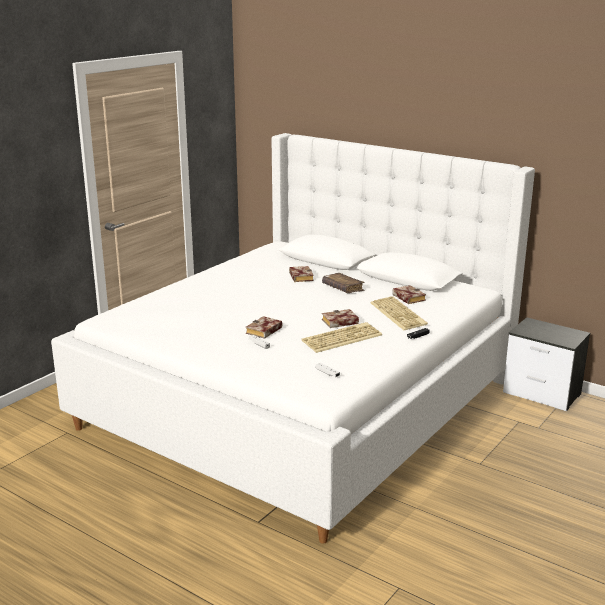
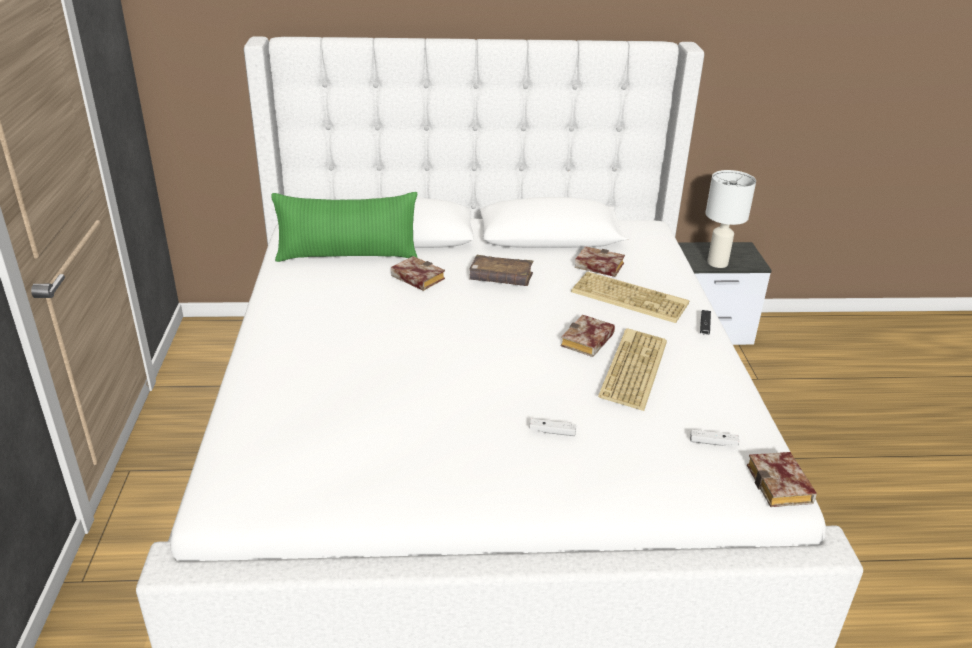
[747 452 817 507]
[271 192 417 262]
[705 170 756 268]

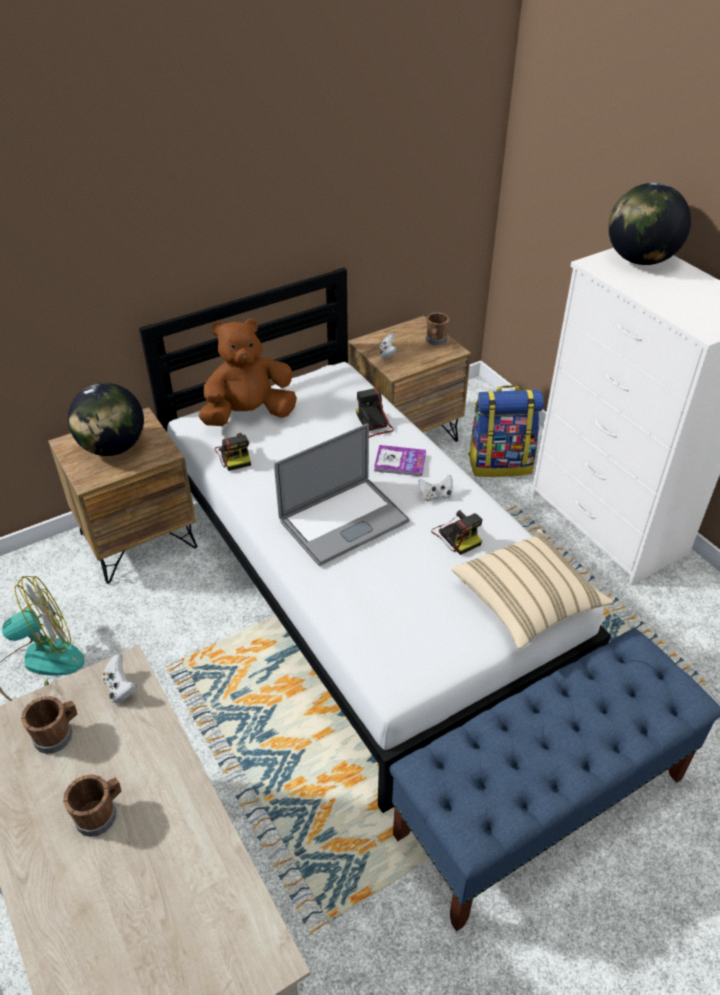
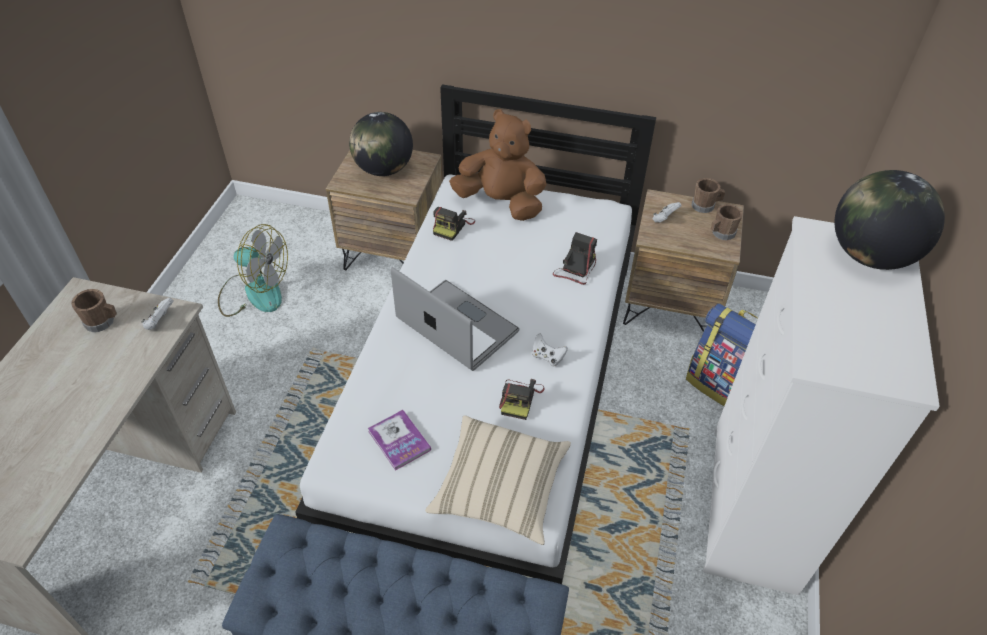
[692 178 725 213]
[391 267 519 371]
[368 410 431 471]

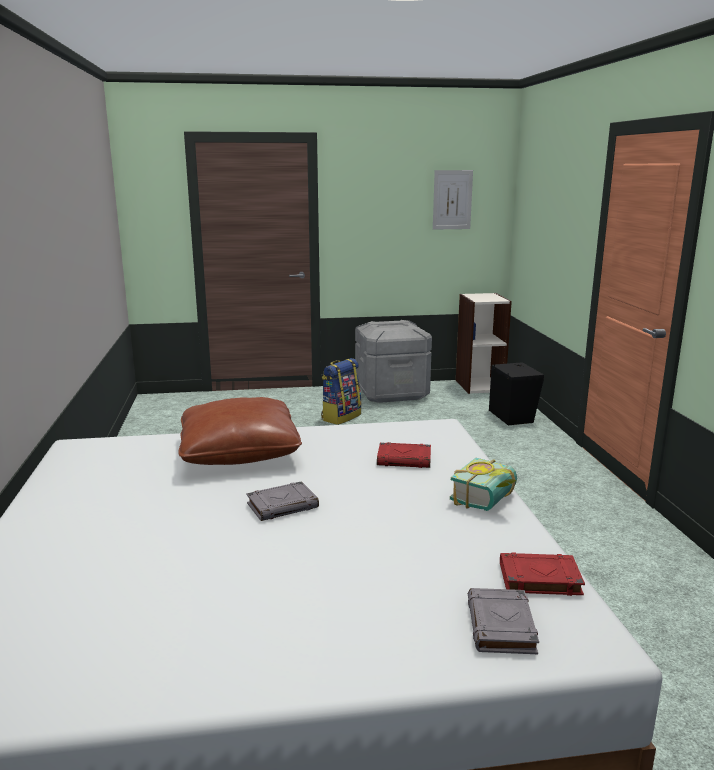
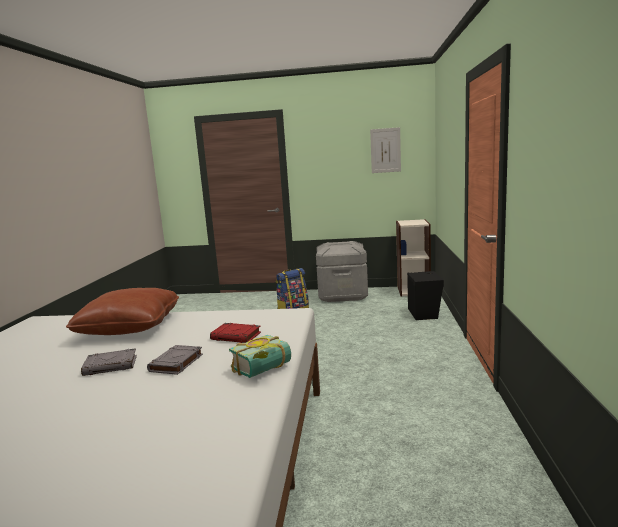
[147 345 203 375]
[500 552 585 596] (first image)

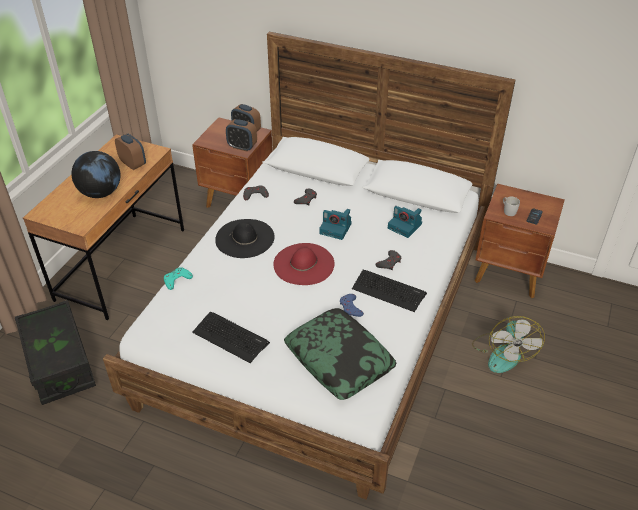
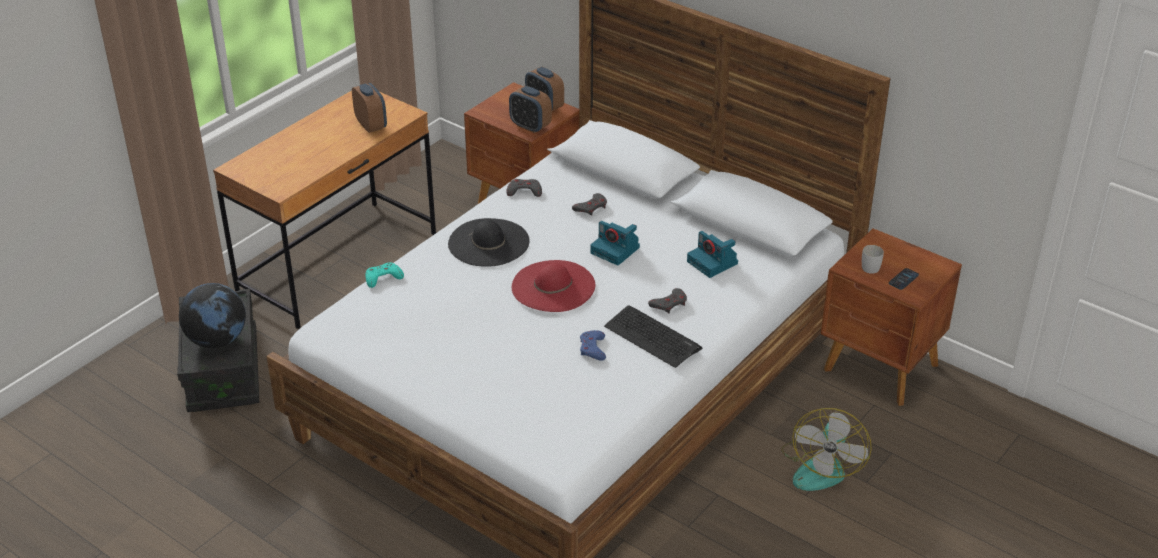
[179 283 246 348]
[192 312 270 363] (first image)
[284 308 397 400] (first image)

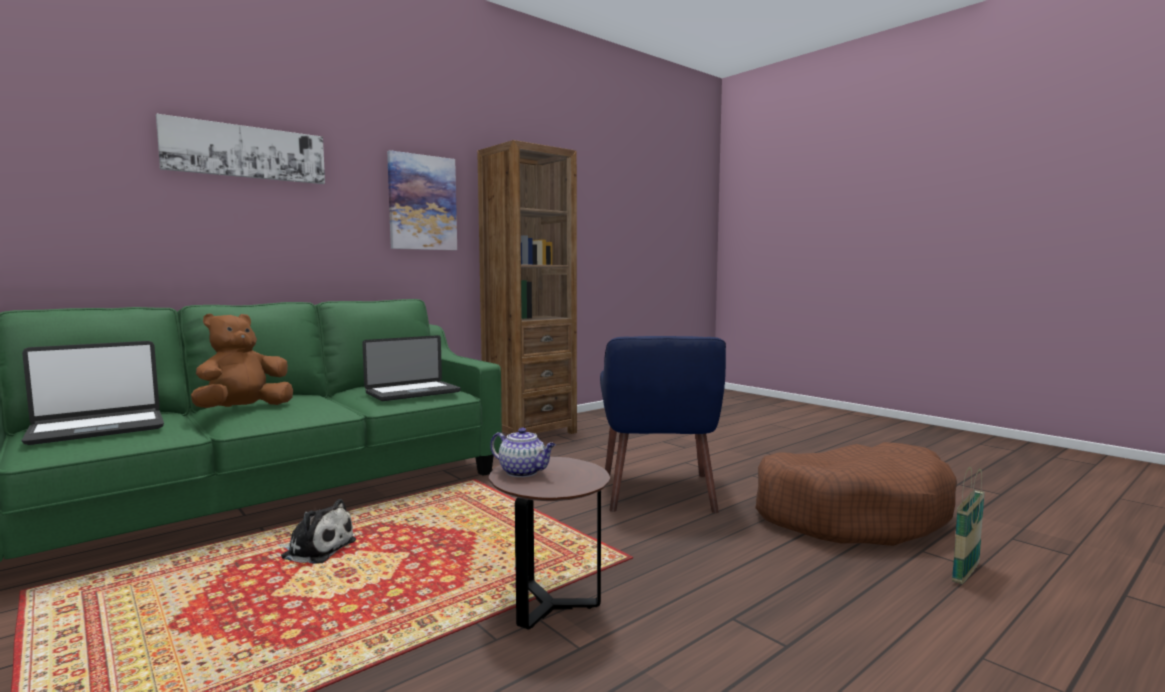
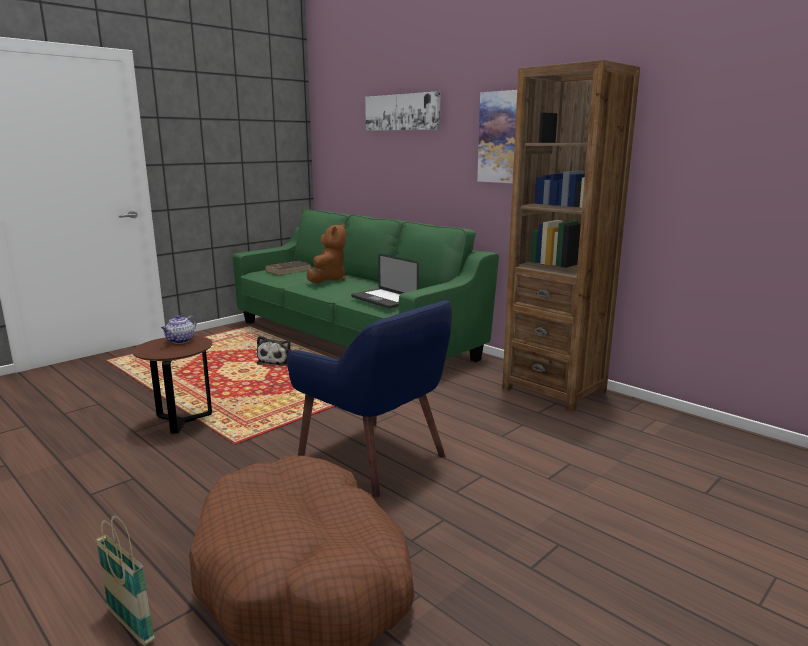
[265 261 311 275]
[307 223 346 283]
[287 300 452 497]

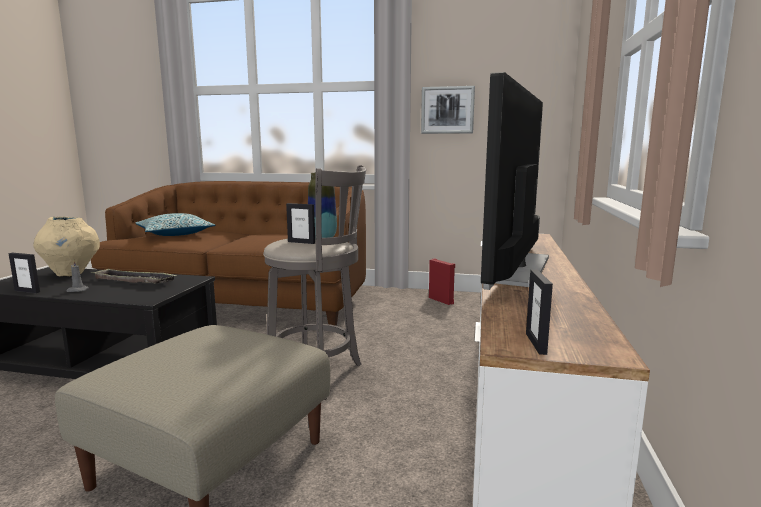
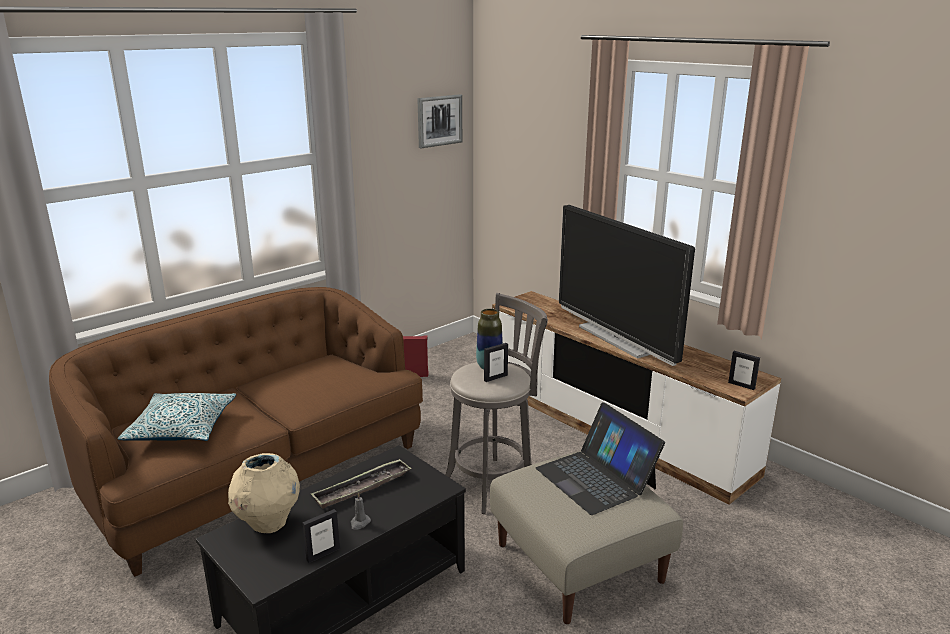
[417 94 462 148]
[536 402 665 515]

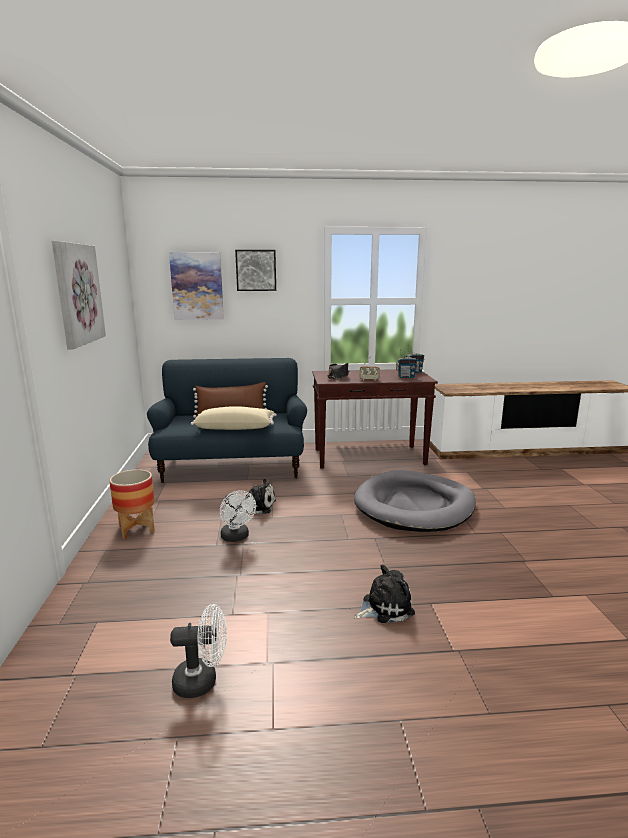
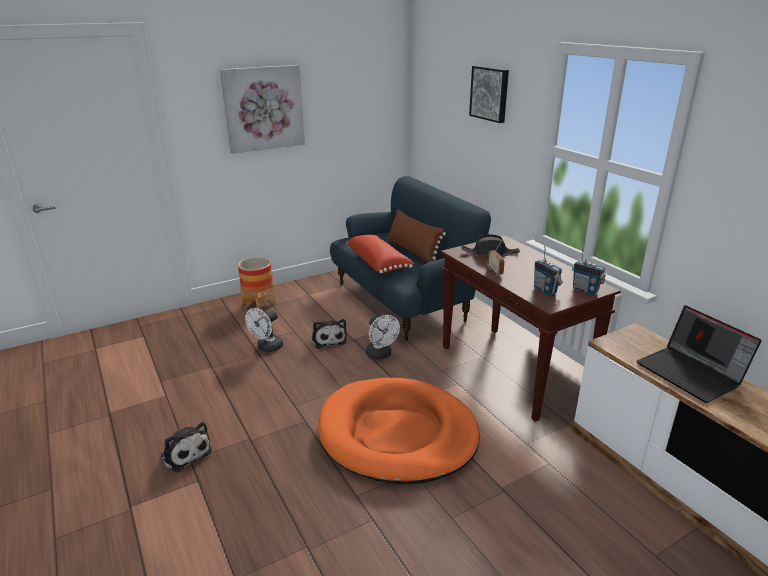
[169 252 224 320] (first image)
[366 315 400 360]
[346 235 414 273]
[318 378 480 484]
[636 305 762 403]

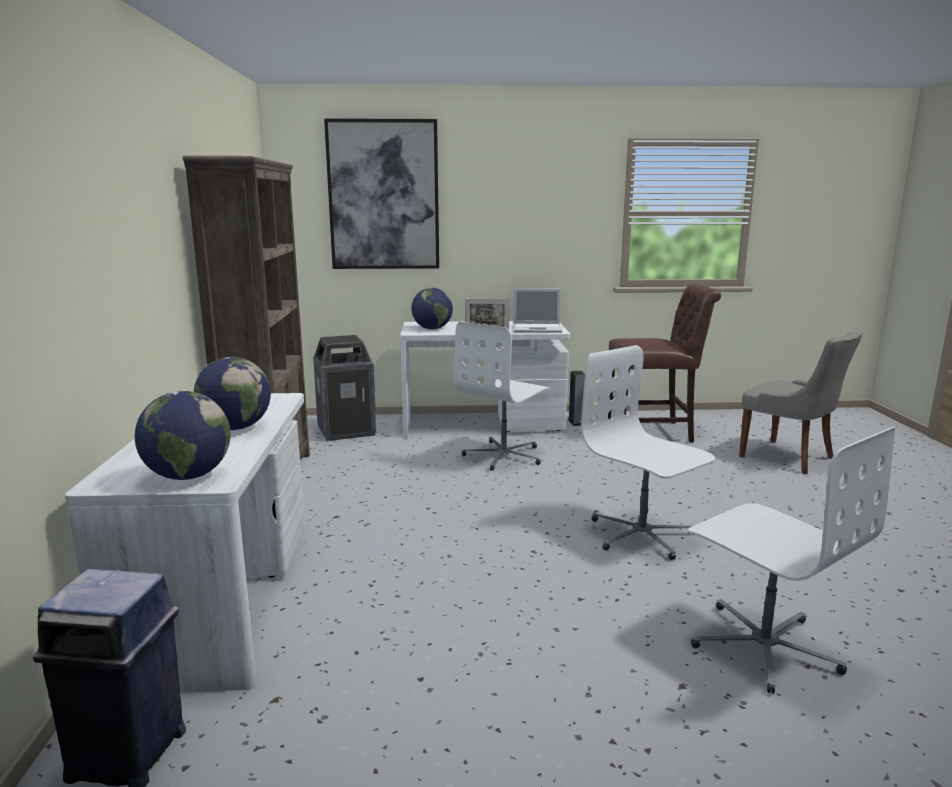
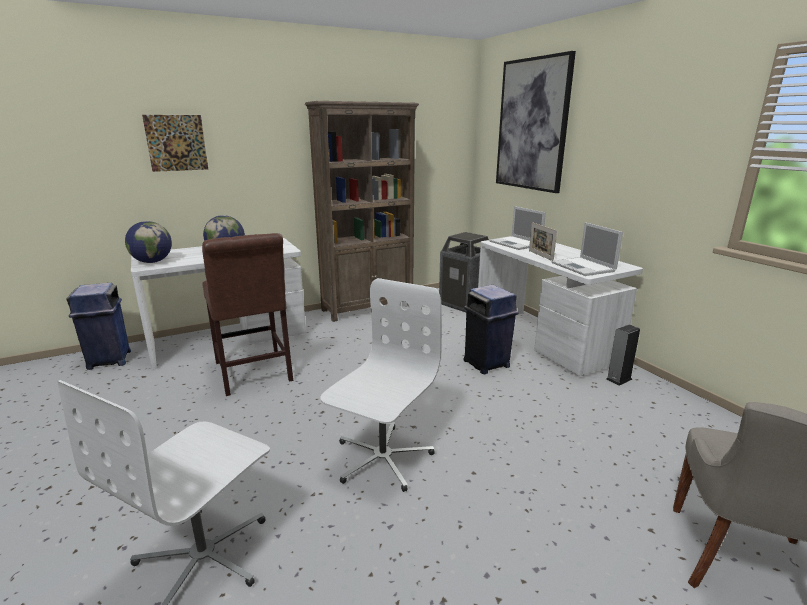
[489 206 546 250]
[463 285 519 374]
[202 233 293 396]
[142 115 208 172]

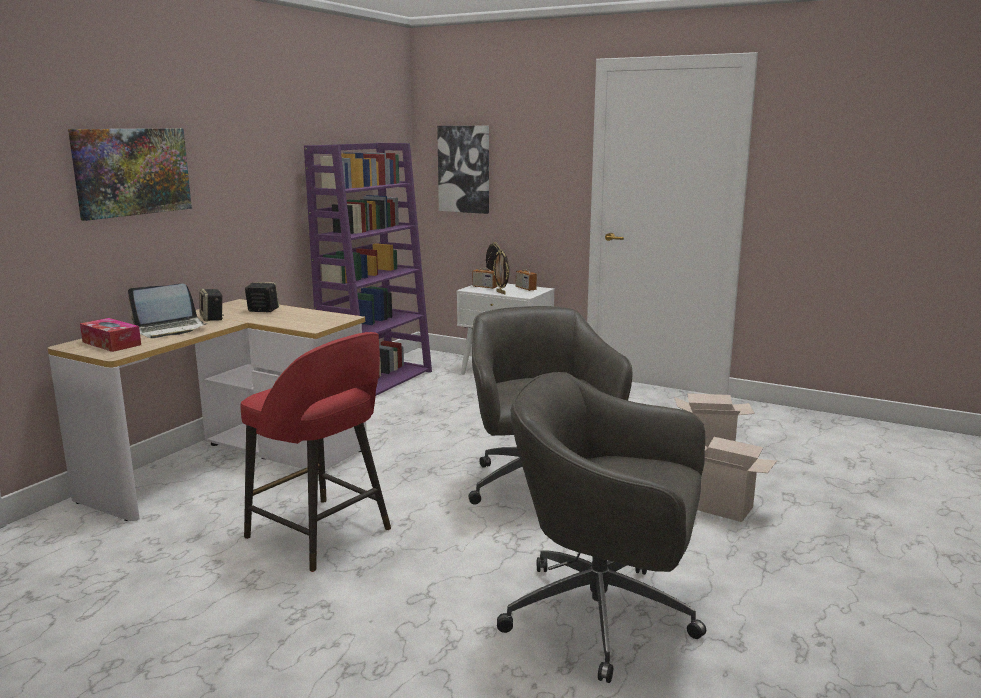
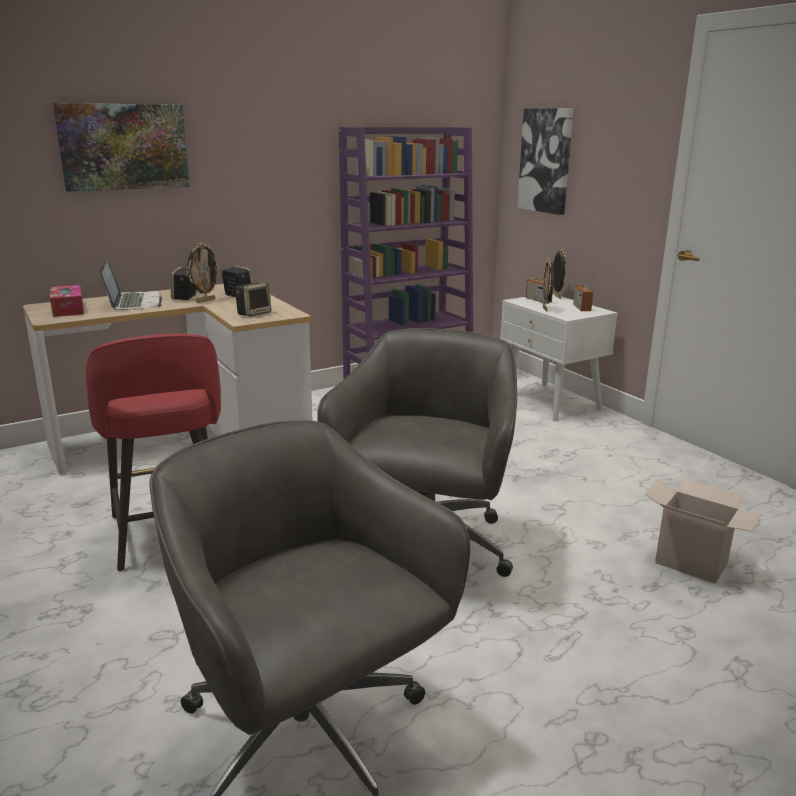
[100 262 162 310]
[697 437 777 522] (first image)
[186 242 220 303]
[235 283 271 317]

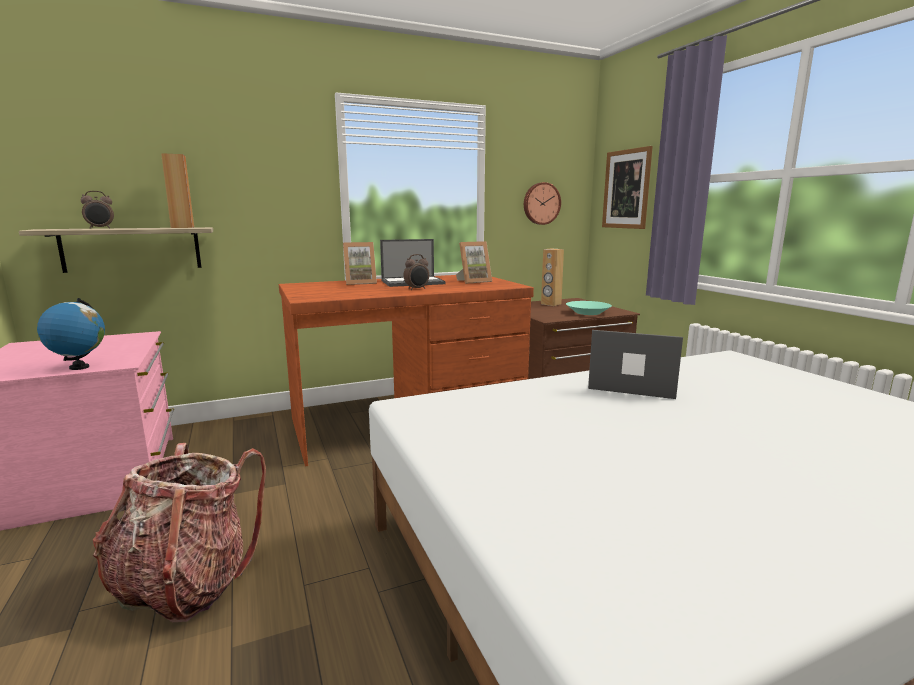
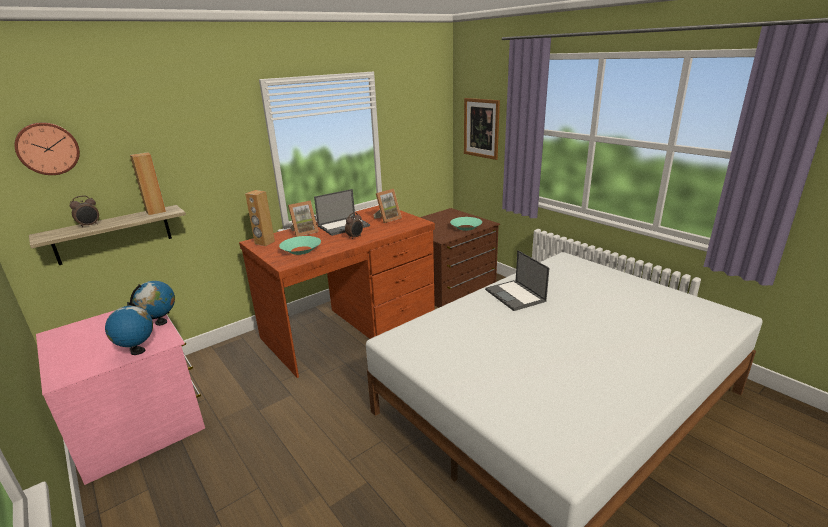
[93 443 266 622] (first image)
[14 122 80 175]
[245 190 275 246]
[485 250 549 311]
[130 281 175 326]
[279 236 321 255]

